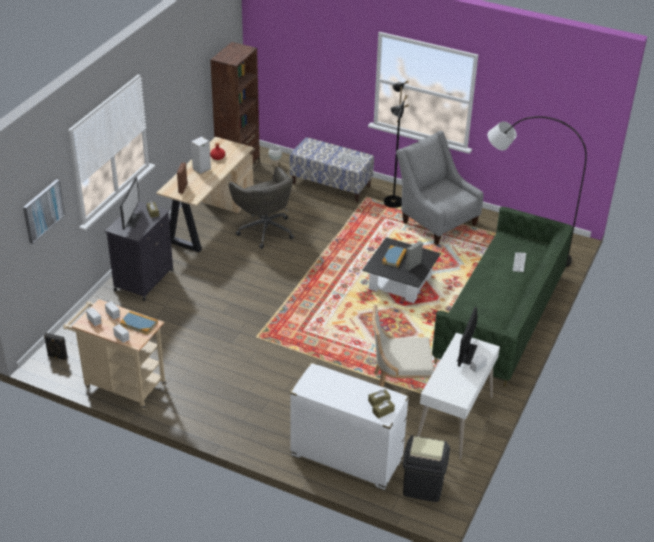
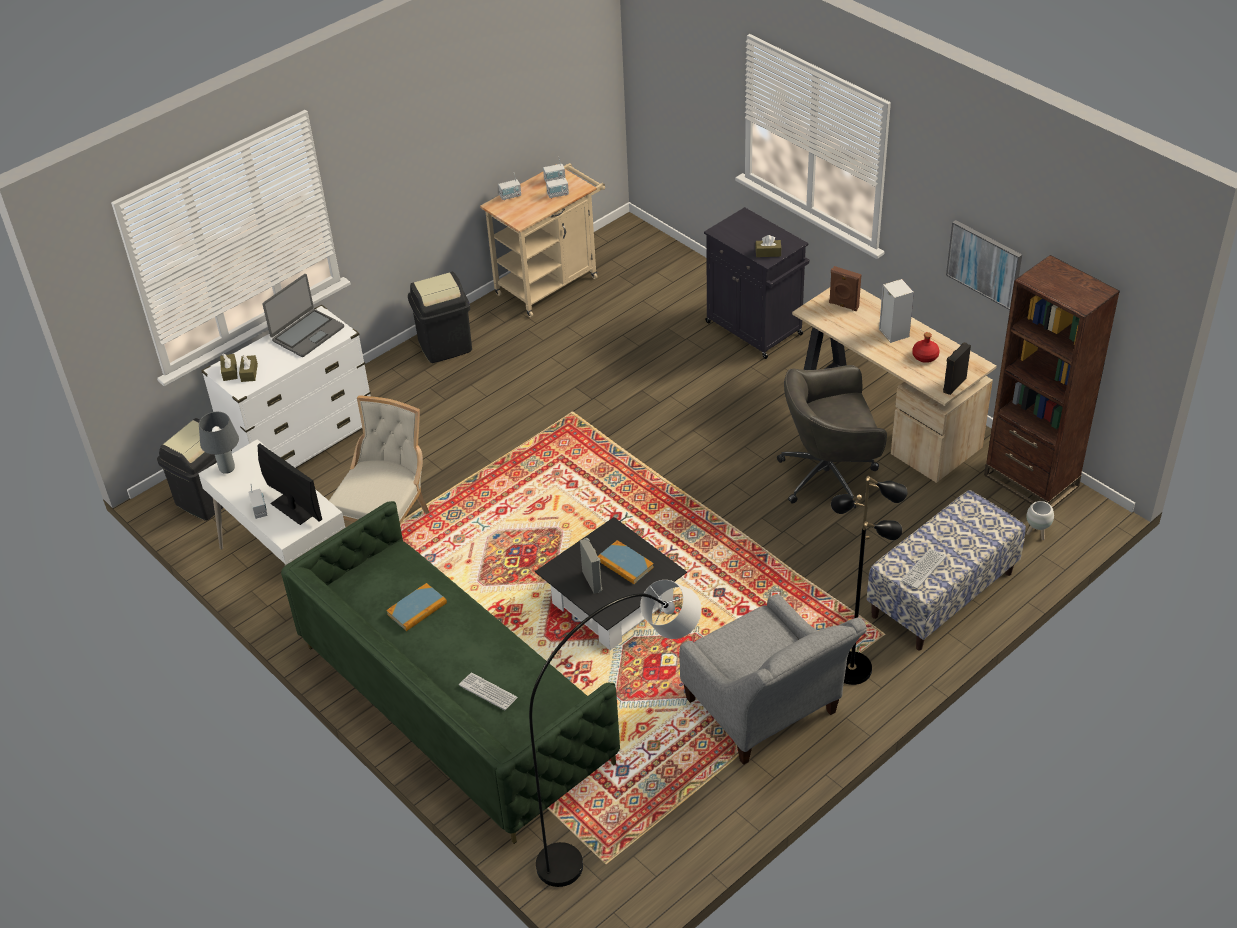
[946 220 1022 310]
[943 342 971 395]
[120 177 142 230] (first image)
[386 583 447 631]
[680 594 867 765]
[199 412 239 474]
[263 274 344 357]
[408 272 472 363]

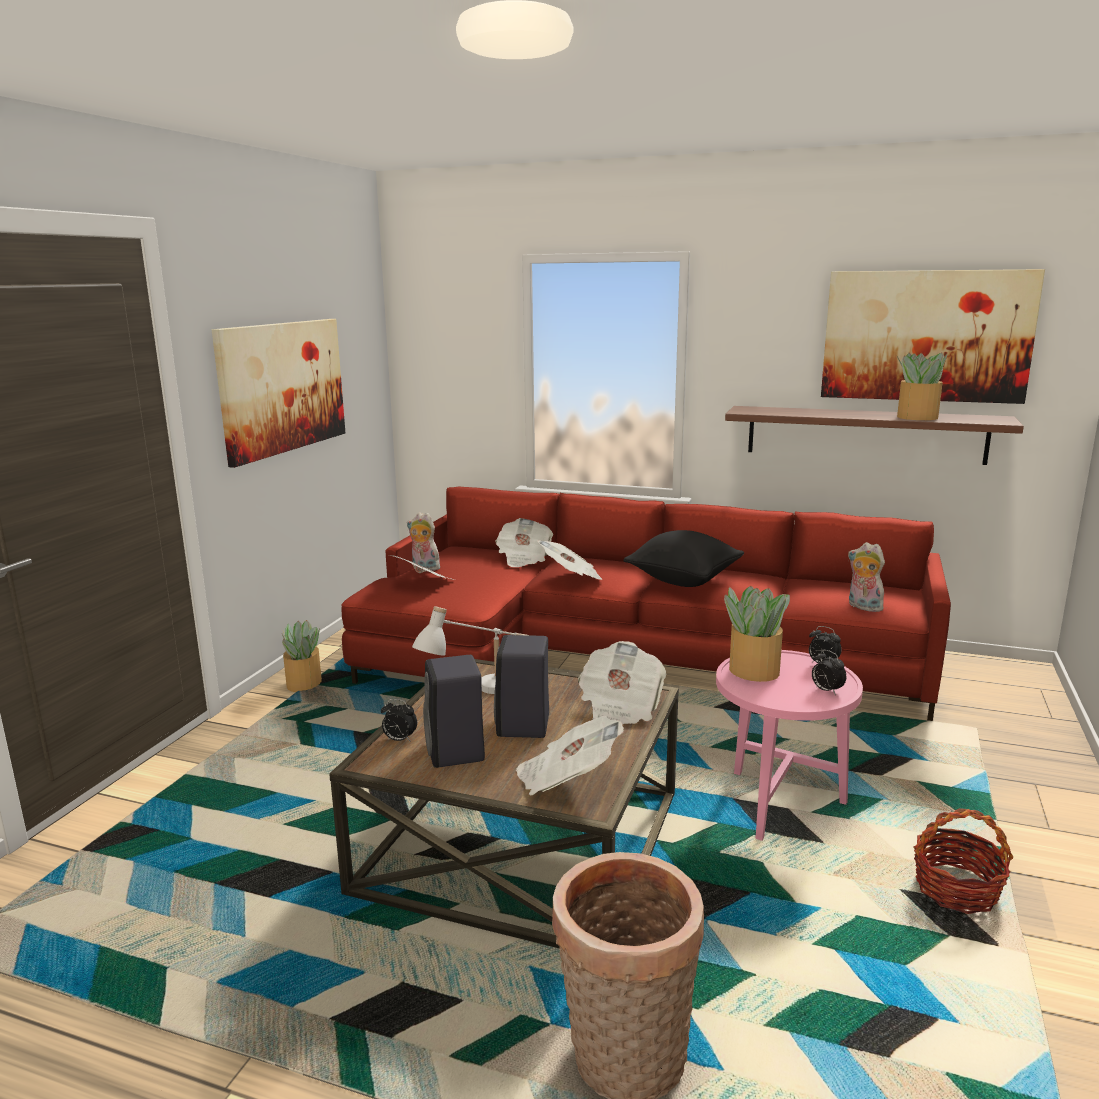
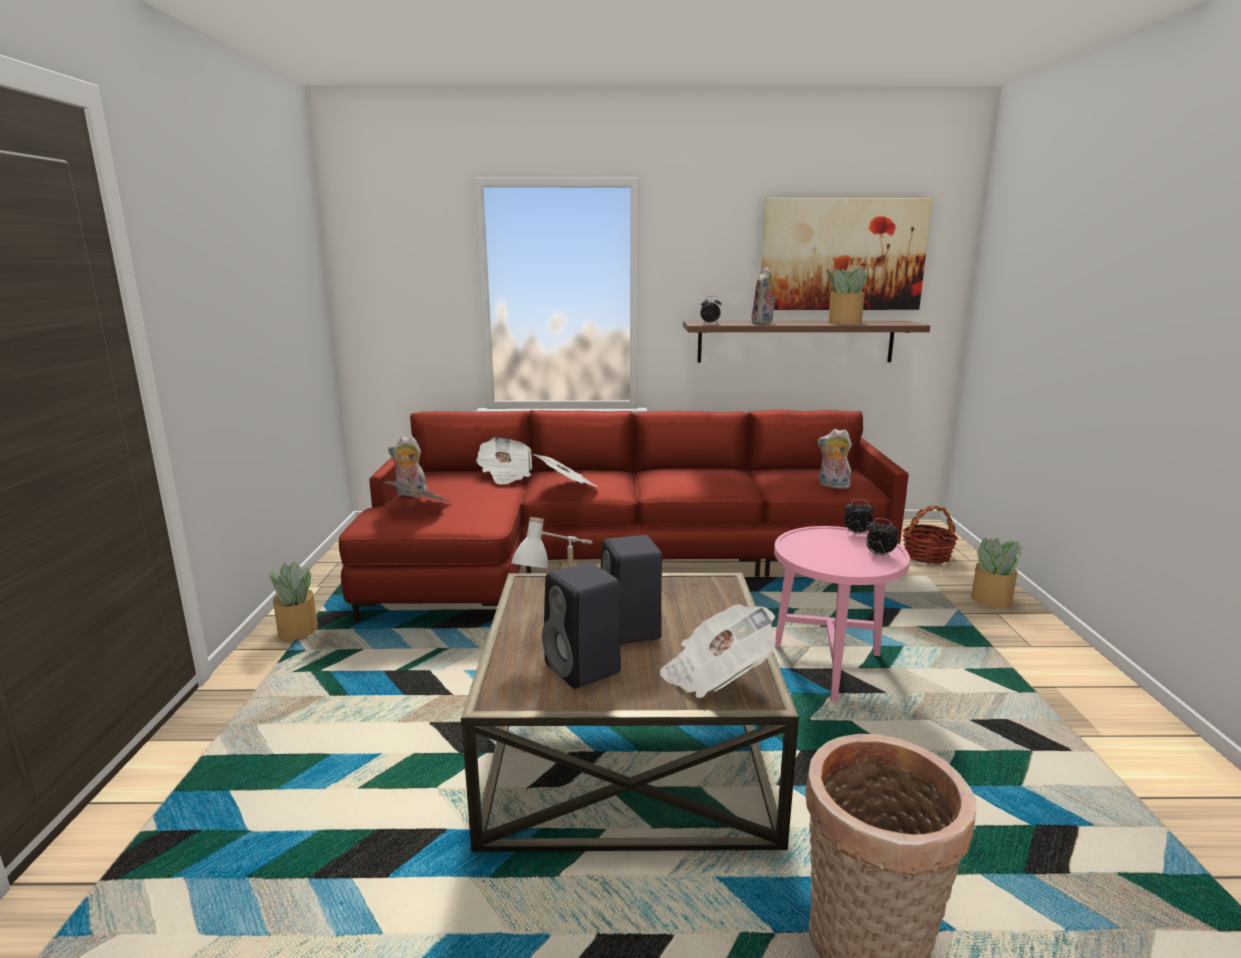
[212 319 345 468] (first image)
[700 296 721 324]
[578 641 666 724] (first image)
[623 530 744 587] (first image)
[971 538 1023 608]
[903 505 958 564]
[751 267 777 325]

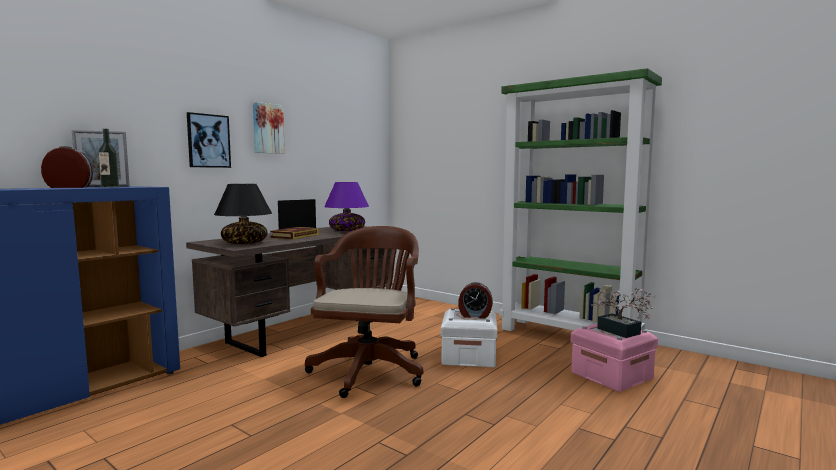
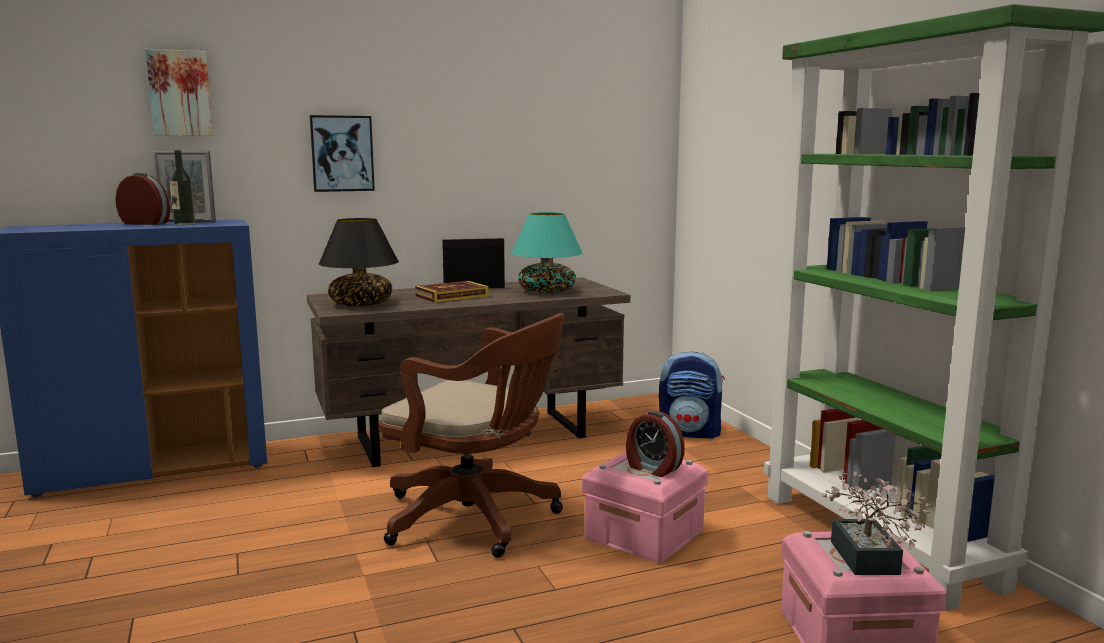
[145 49 213 136]
[378 313 564 558]
[511 212 583 293]
[582 451 708 564]
[659 351 725 439]

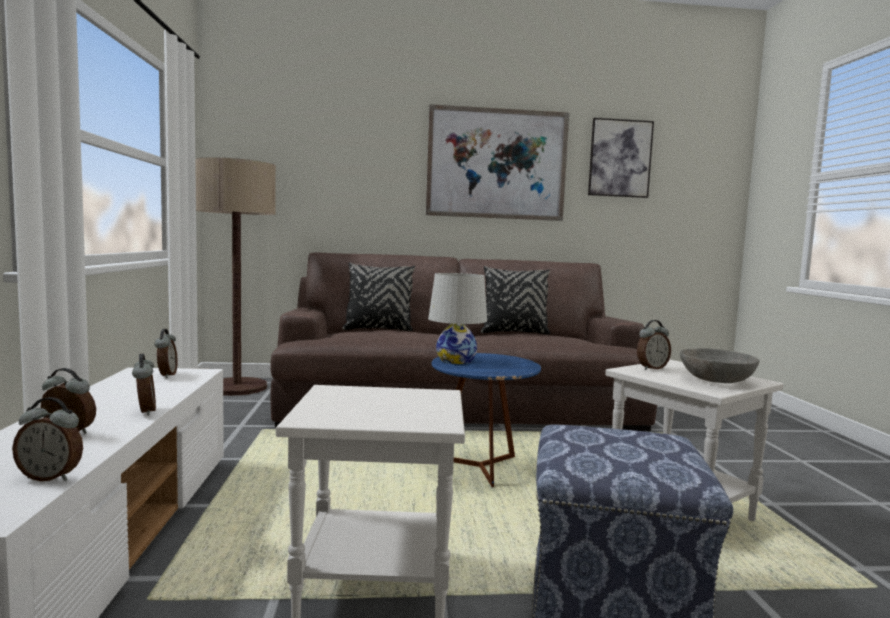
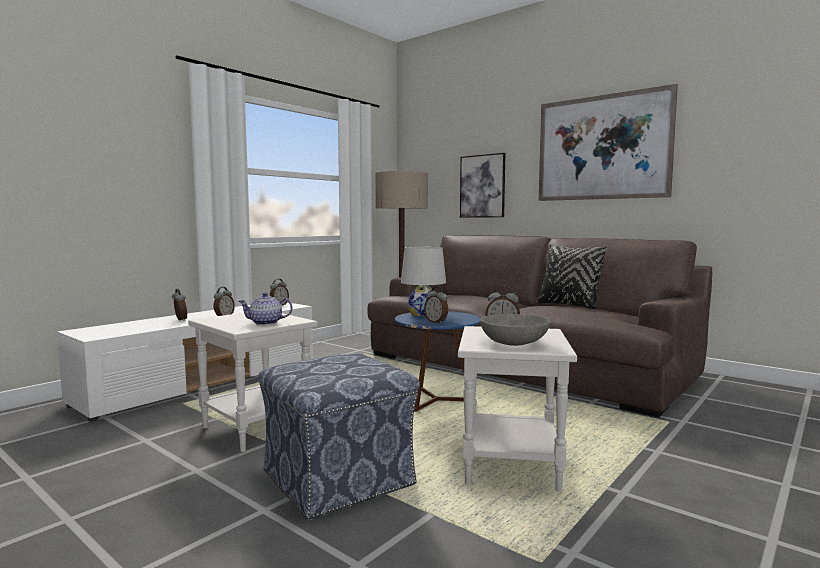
[424 287 448 324]
[342 262 415 331] (first image)
[460 153 505 218]
[238 292 292 325]

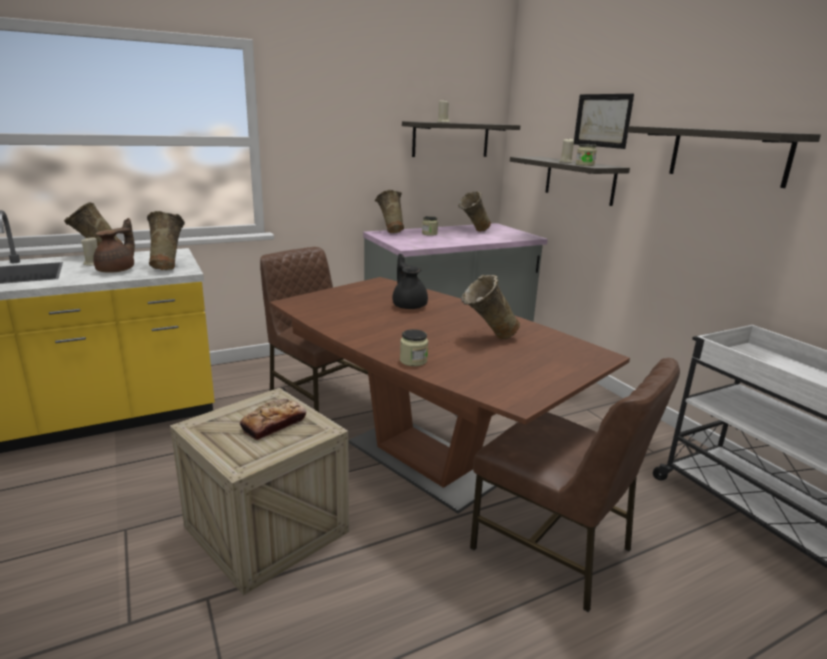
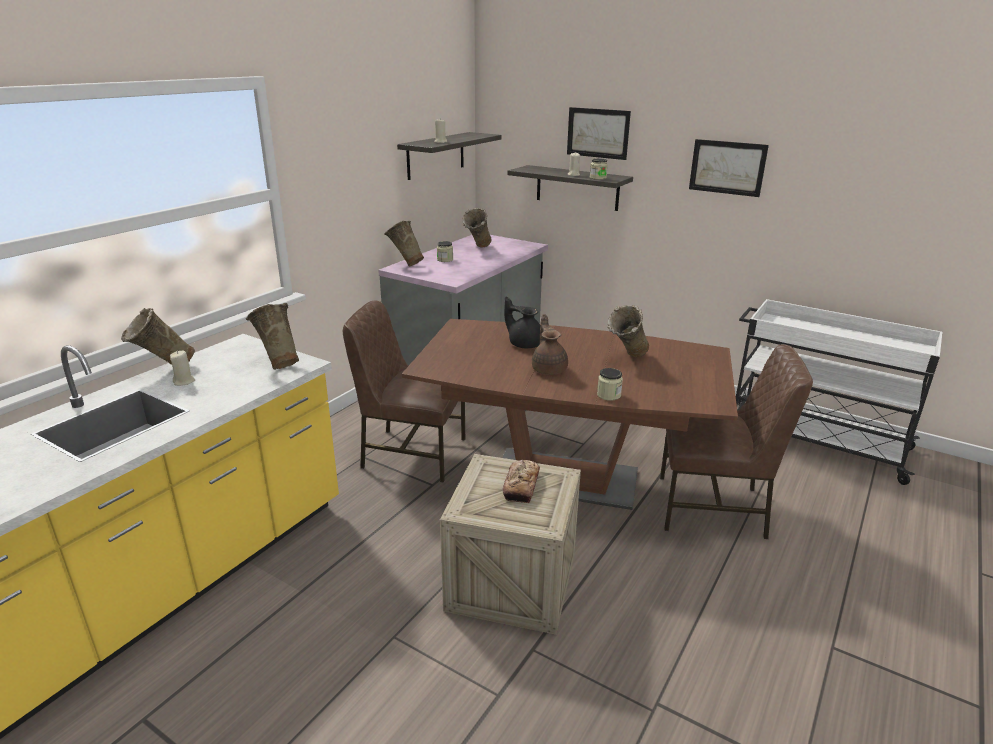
[532 314 568 375]
[689 139 769 197]

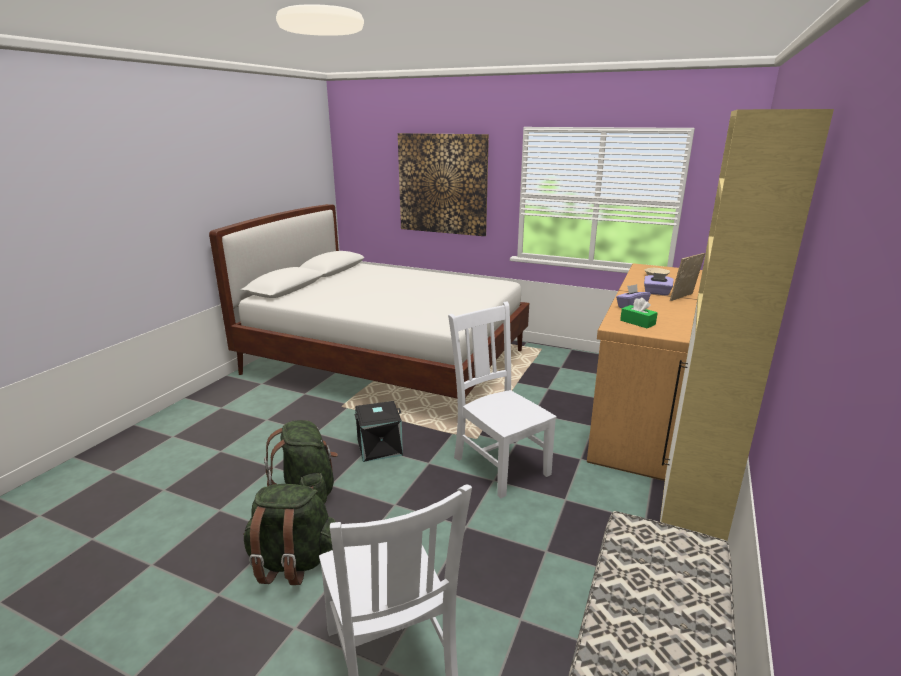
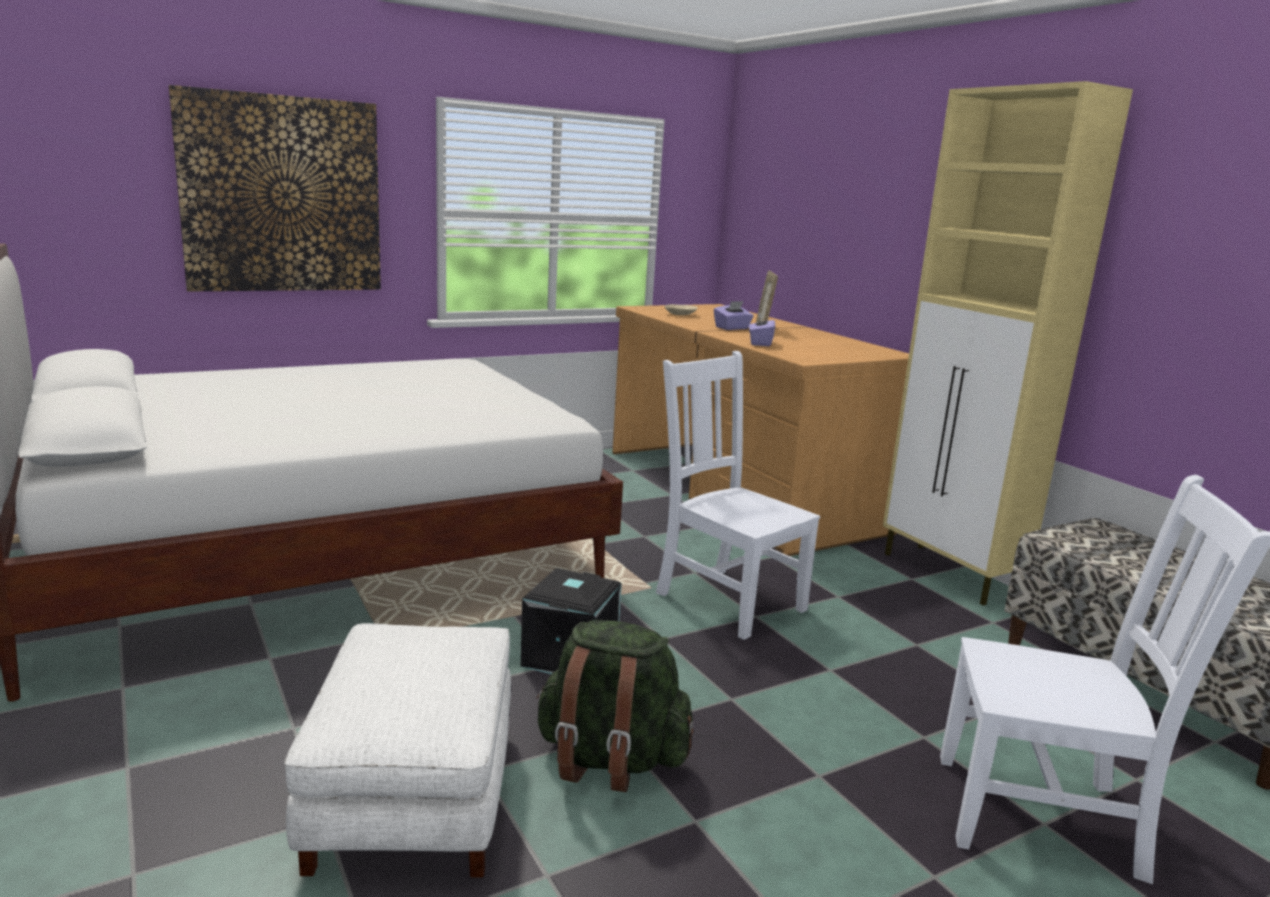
[243 484 336 585] (first image)
[656 351 820 640]
[620 298 658 328] (first image)
[284 623 511 877]

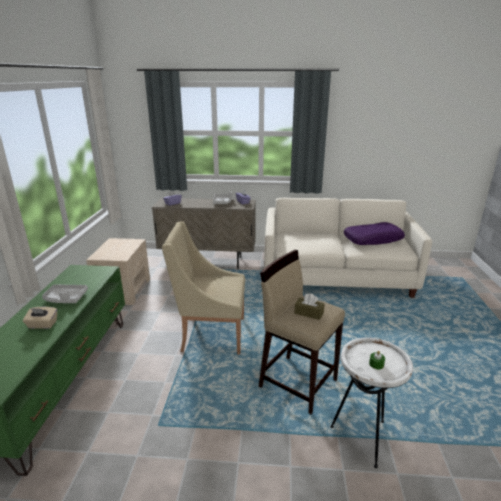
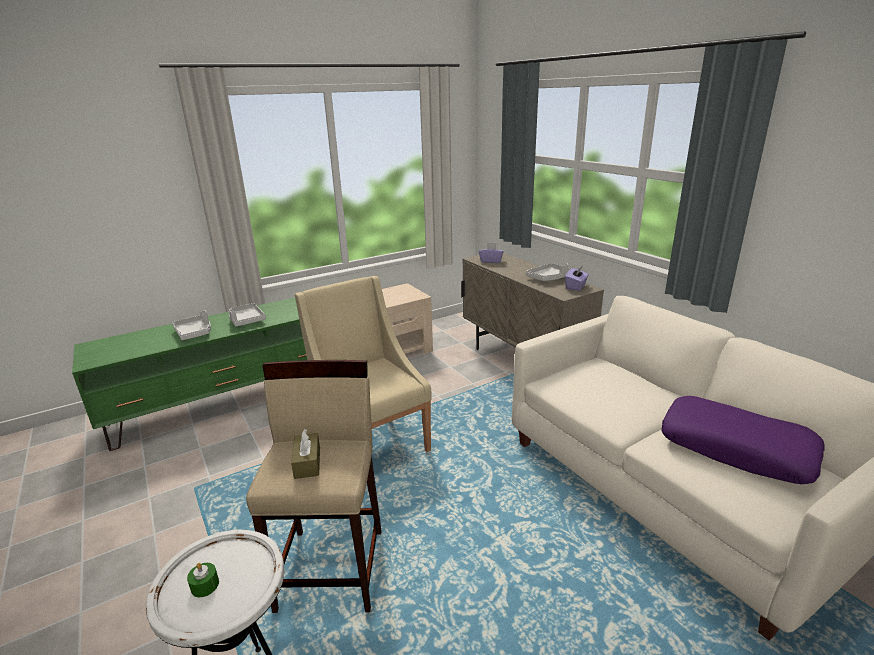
[172 310 211 340]

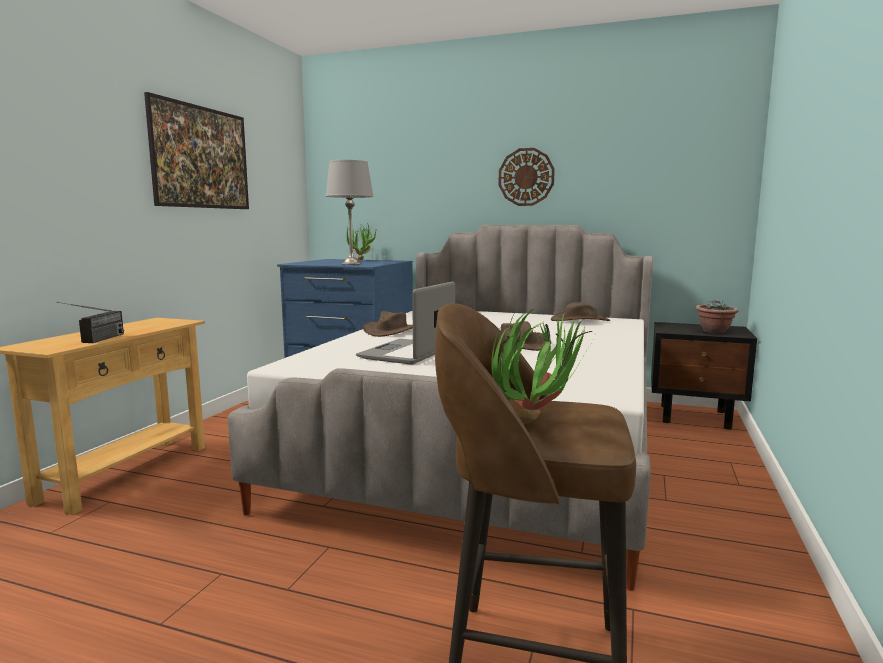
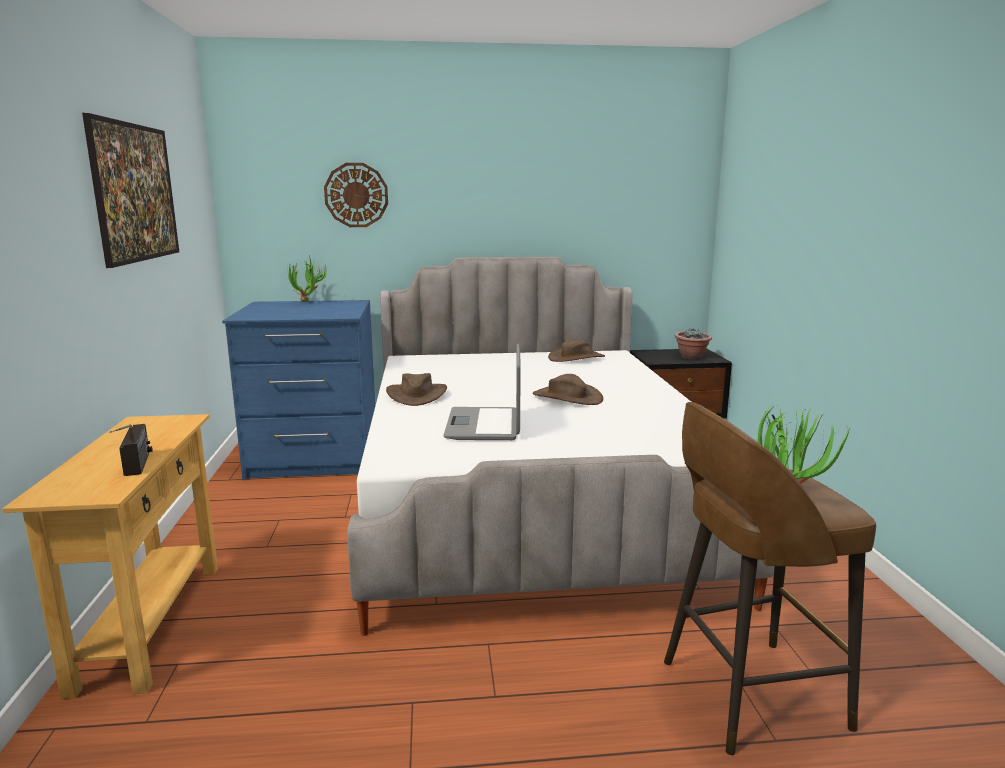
[326 160 374 265] (first image)
[324 163 388 227]

